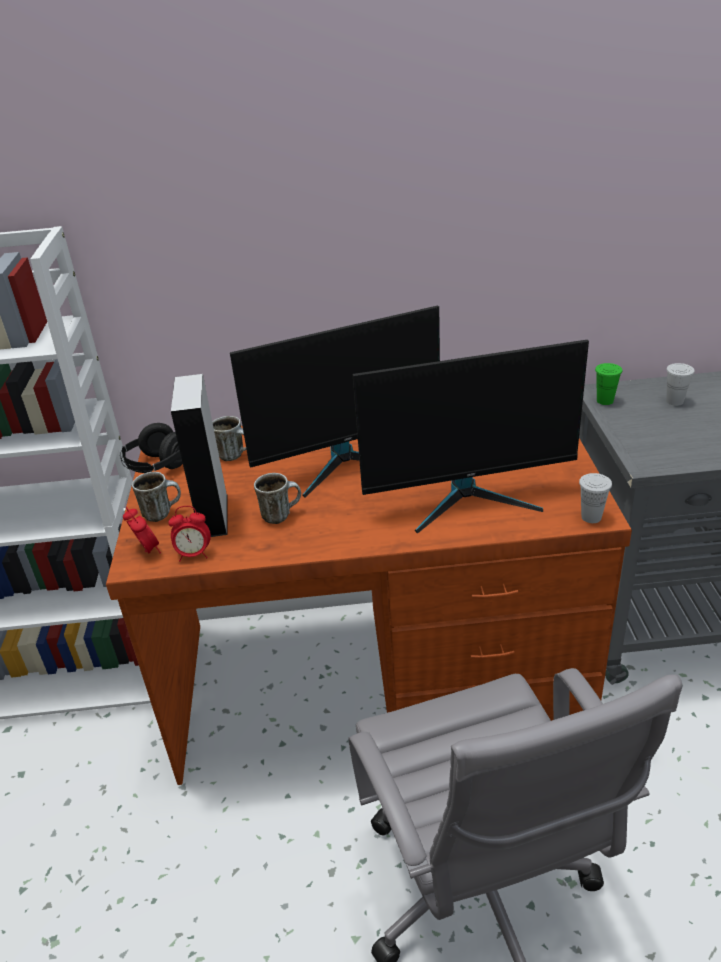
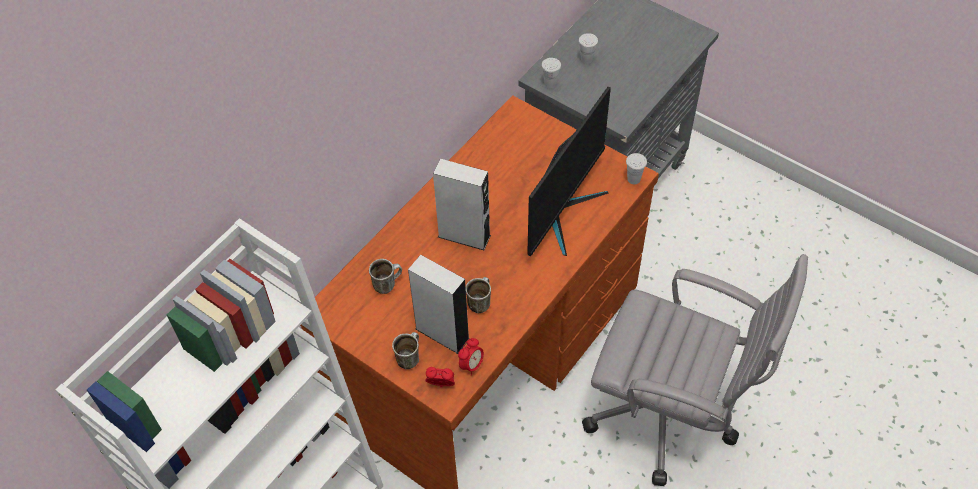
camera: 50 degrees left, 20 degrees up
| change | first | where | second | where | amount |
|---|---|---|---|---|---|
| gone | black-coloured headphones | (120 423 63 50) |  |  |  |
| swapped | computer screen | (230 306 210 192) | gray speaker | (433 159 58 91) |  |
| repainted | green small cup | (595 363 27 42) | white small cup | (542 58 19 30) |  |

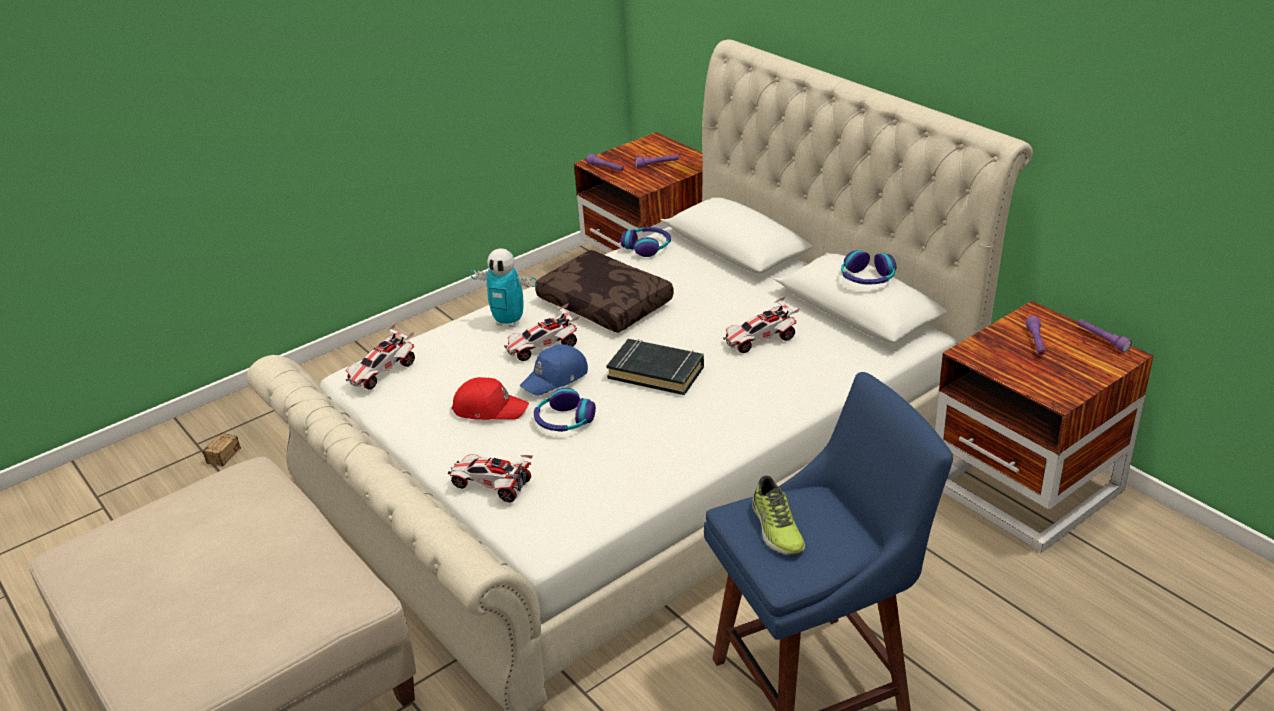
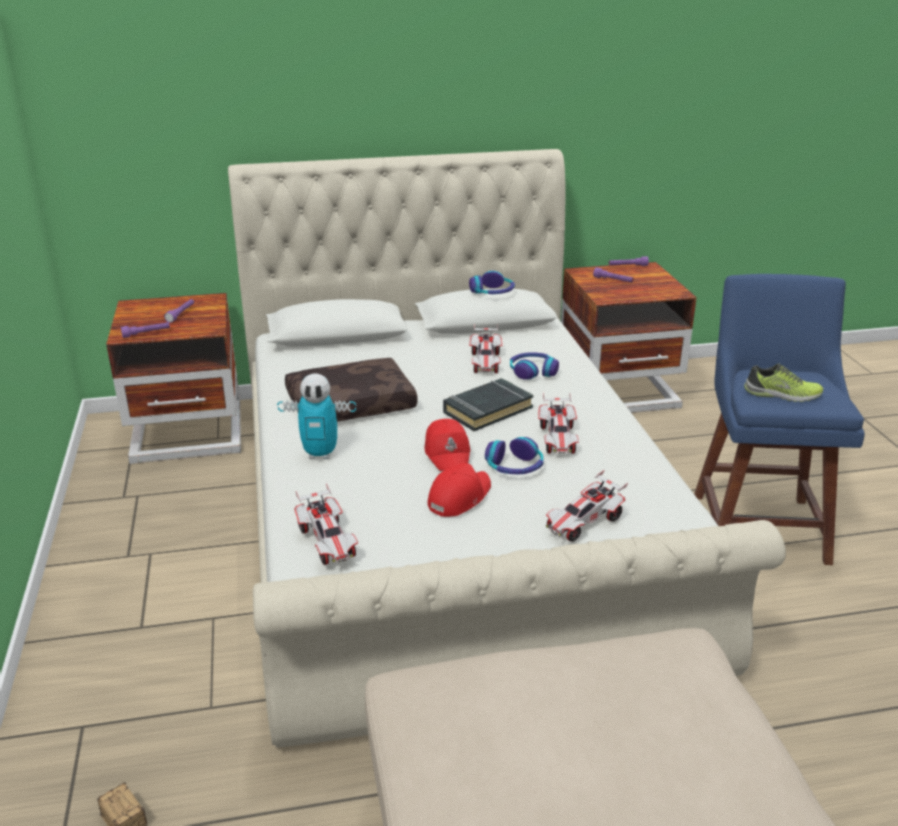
camera: 65 degrees left, 5 degrees down
| change | first | where | second | where | amount |
|---|---|---|---|---|---|
| rotated | robot figure | (470 248 67 79) |  | (277 374 79 85) | 45 degrees clockwise |
| shifted | miniature car | (504 304 75 57) |  | (538 393 41 61) |  |
| repainted | bluish cap | (519 344 69 52) | red cap | (425 419 46 52) |  |
| shifted | headphones | (621 227 50 30) |  | (510 352 49 28) |  |

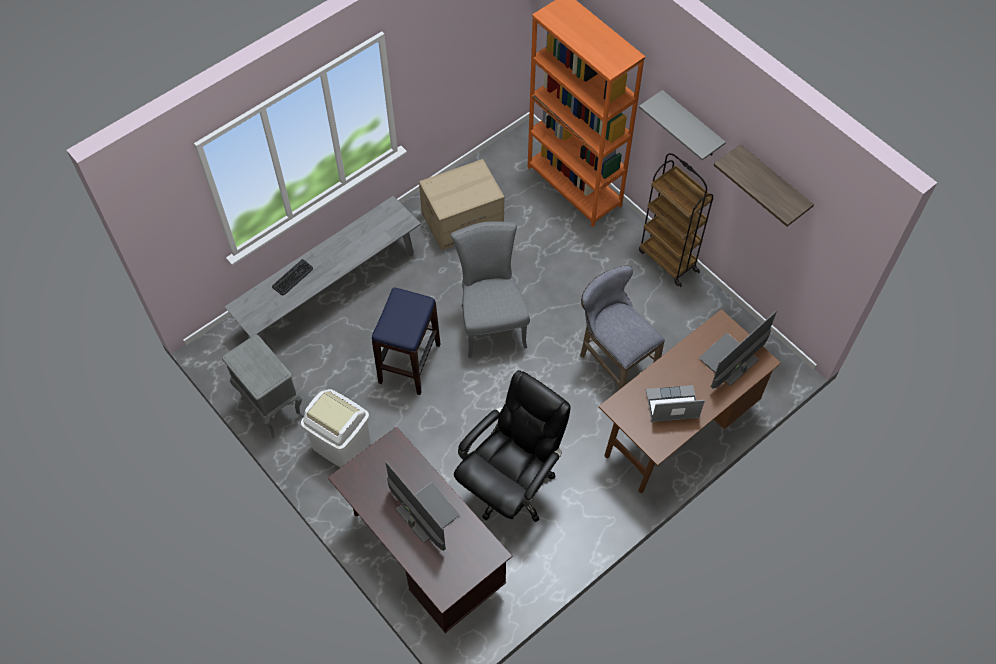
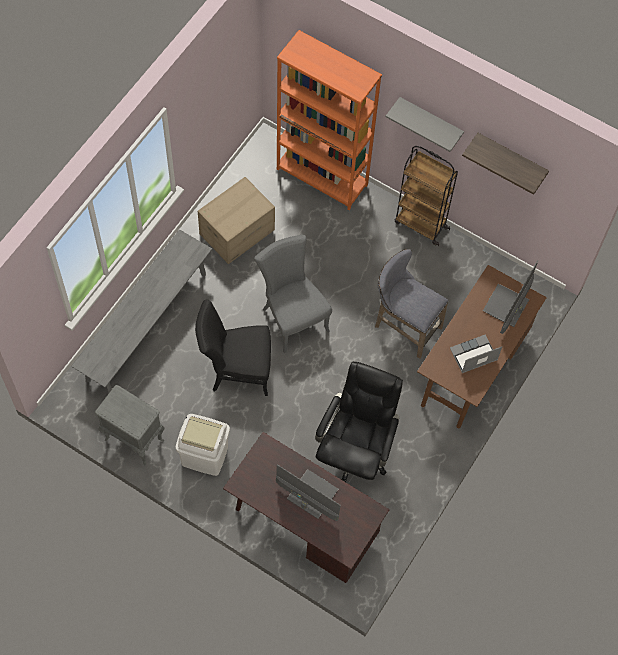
camera: 20 degrees left, 5 degrees up
| change | first | where | second | where | amount |
|---|---|---|---|---|---|
| gone | PC keyboard | (272 259 41 36) |  |  |  |
| swapped | stool seat | (372 288 68 107) | black-coloured upright chair | (195 299 76 97) |  |

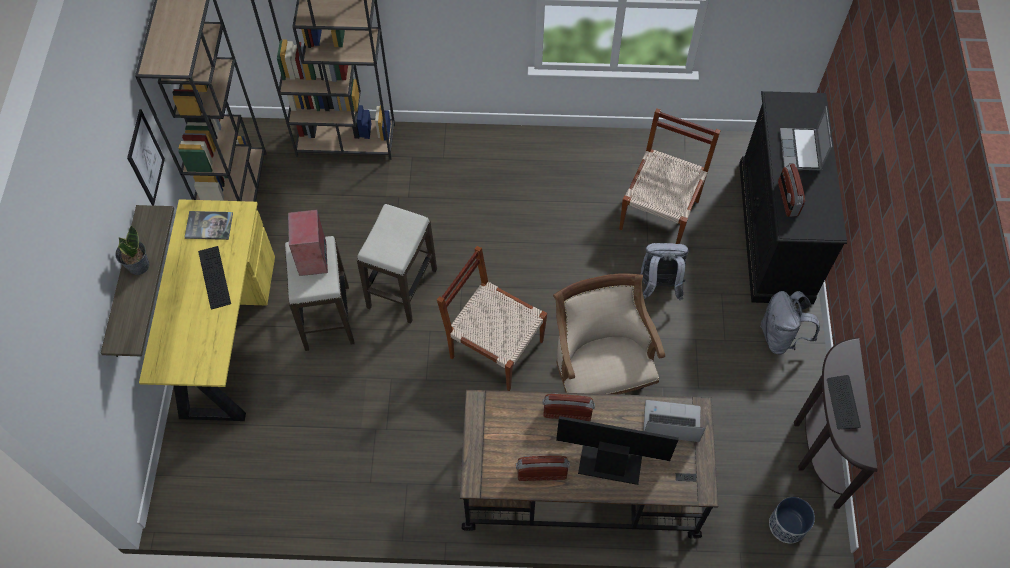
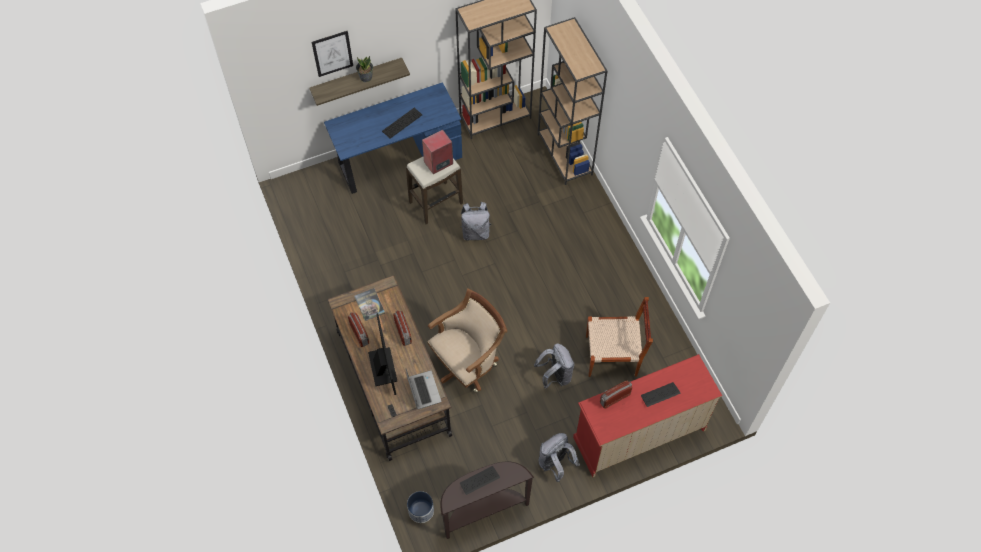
camera: 65 degrees right, 0 degrees up
| change | first | where | second | where | amount |
|---|---|---|---|---|---|
| shifted | wall art | (127 109 38 97) |  | (312 31 41 46) |  |
| repainted | yellow desk table | (139 199 136 222) | bluish desk table | (324 82 138 112) |  |
| shifted | bound book | (184 211 49 29) |  | (354 288 31 33) |  |
| swapped | stool seat | (357 204 80 120) | gray knapsack | (461 202 30 39) |  |
| gone | upright chair | (437 246 110 145) |  |  |  |
| repainted | black-coloured storage cabinet | (739 91 108 213) | red storage cabinet | (573 354 149 123) |  |
| swapped | laptop | (780 106 52 64) | PC keyboard | (641 382 39 25) |  |

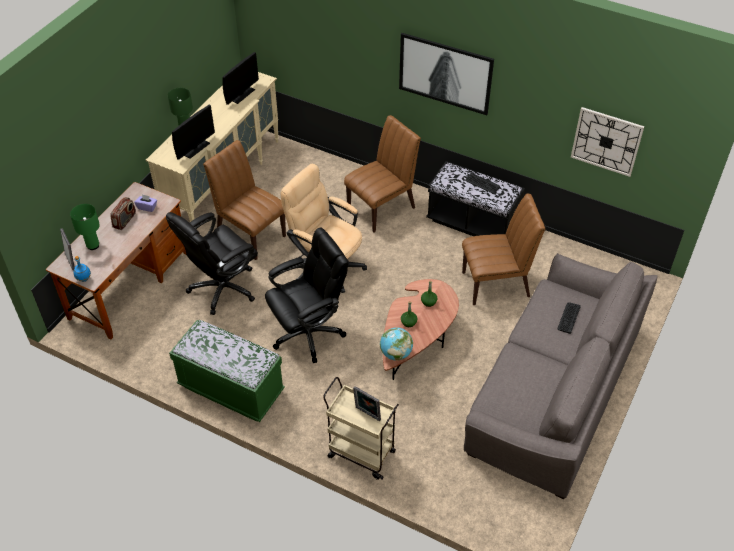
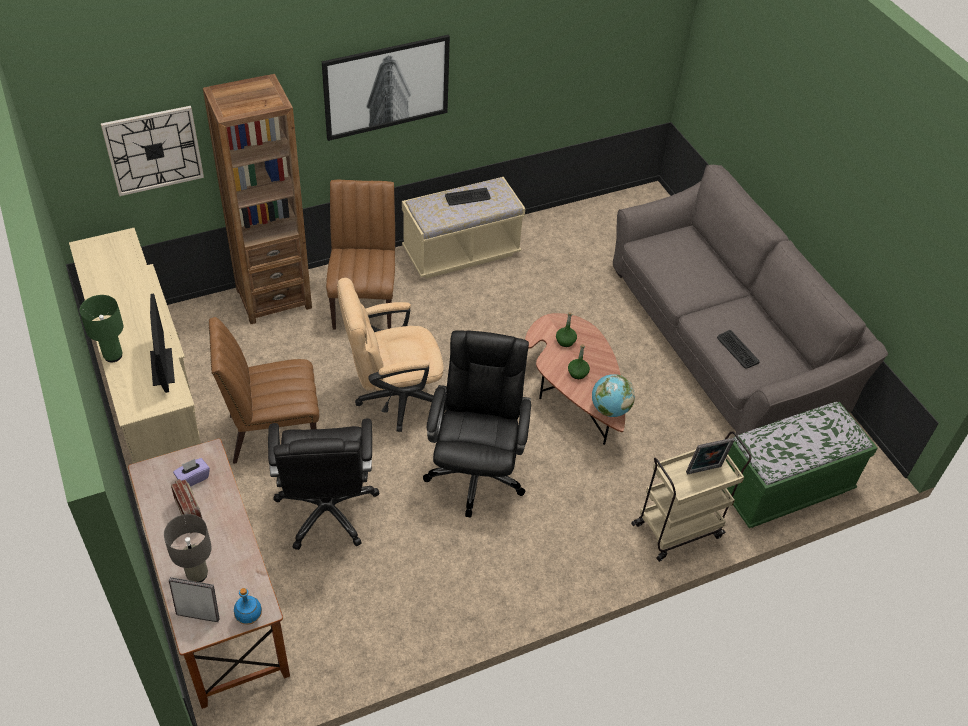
camera: 55 degrees left, 0 degrees up
| change | first | where | second | where | amount |
|---|---|---|---|---|---|
| repainted | green tabletop lamp | (70 204 30 46) | gray tabletop lamp | (164 514 48 68) |  |
| shifted | green bench | (169 320 116 102) |  | (722 402 155 126) |  |
| gone | computer screen | (222 52 37 53) |  |  |  |
| repainted | black-coloured bench | (426 161 99 75) | beige bench | (402 177 123 102) |  |
| gone | brown-coloured upright chair | (462 193 84 112) |  |  |  |
| shifted | PC keyboard | (558 302 23 32) |  | (717 330 43 39) |  |
| shifted | hanging clock | (571 107 73 70) |  | (101 106 103 90) |  |
| new |  |  | brown-coloured bookshelf | (203 74 109 250) |  |

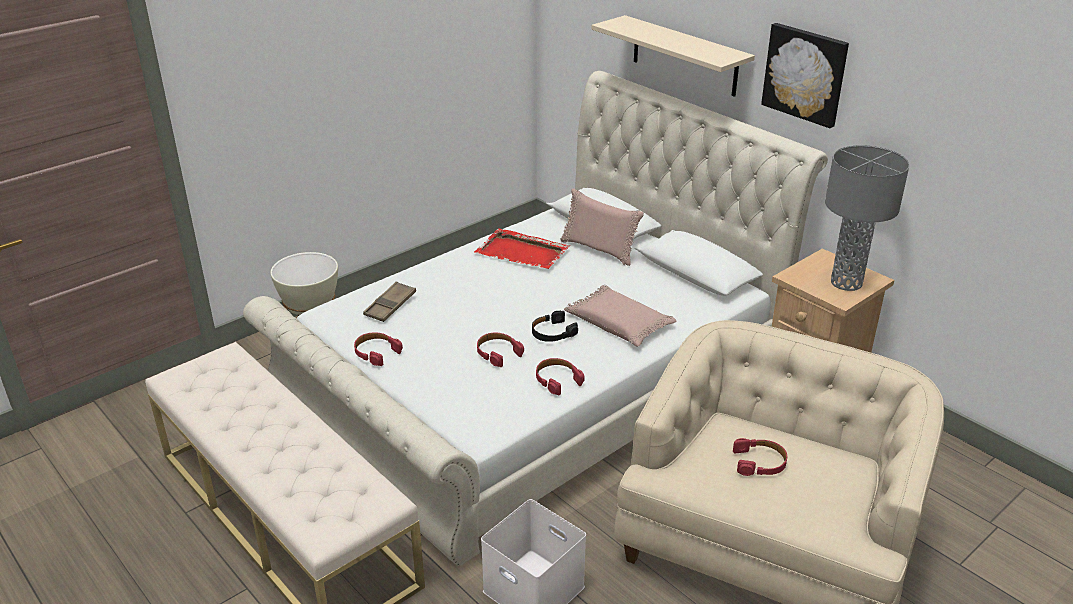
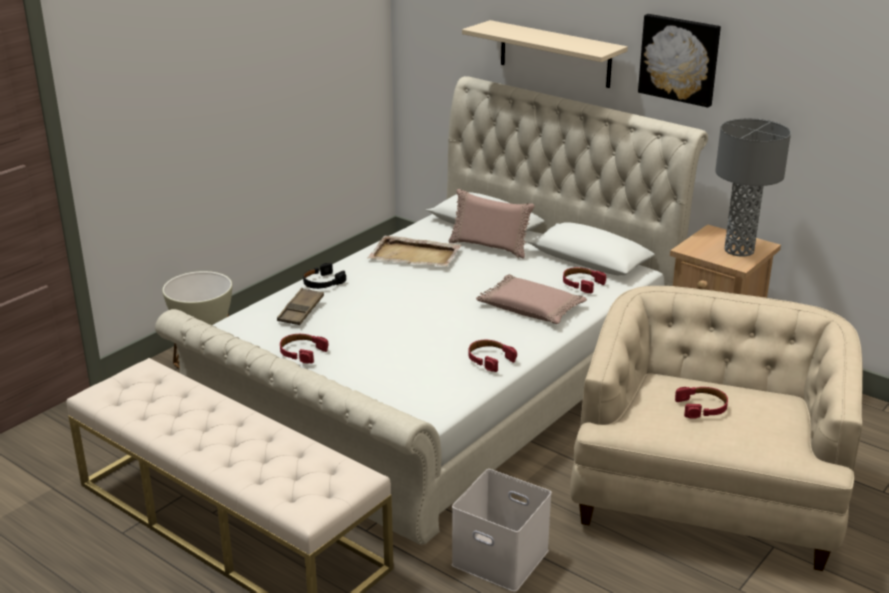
camera: 10 degrees left, 5 degrees down
| change | first | where | second | where | amount |
|---|---|---|---|---|---|
| repainted | red tray | (474 228 96 41) | beige tray | (367 236 94 30) |  |
| shifted | red headphones | (477 333 47 34) |  | (563 267 43 26) |  |
| shifted | black-coloured headphones | (532 311 46 31) |  | (303 263 43 26) |  |

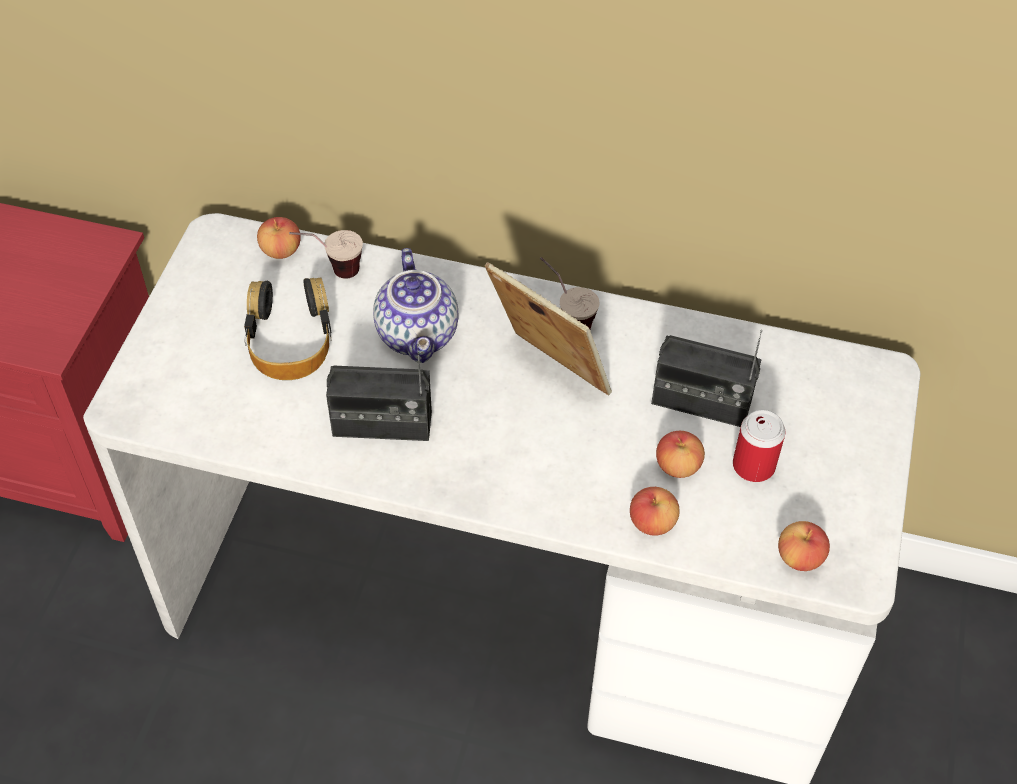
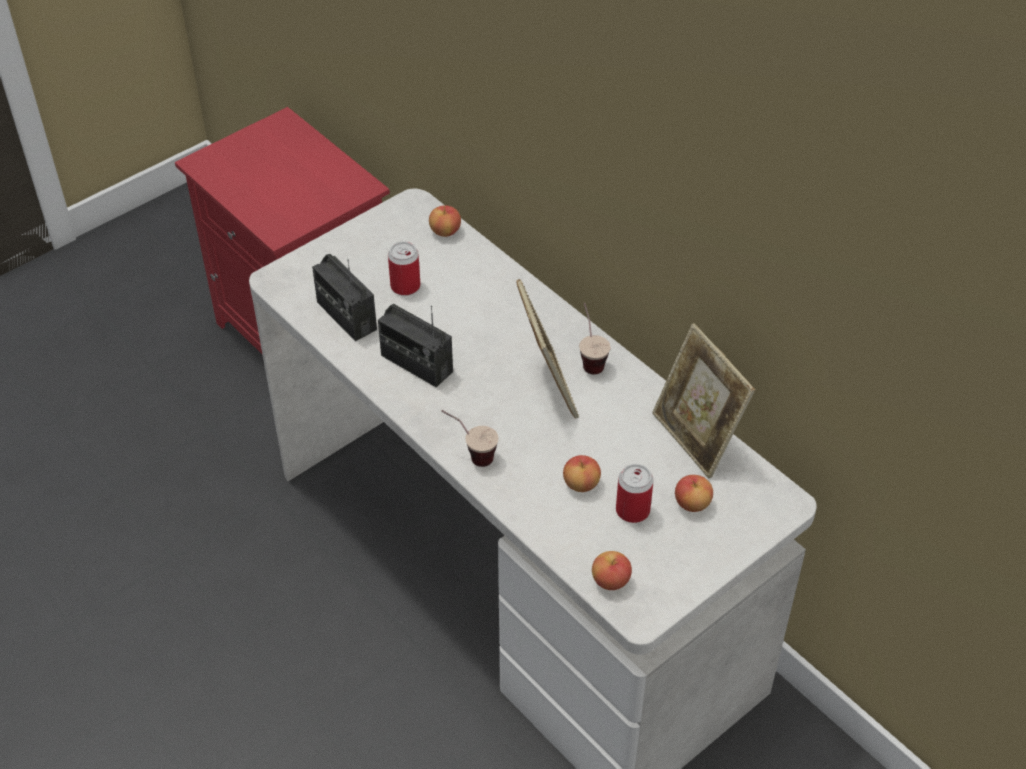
camera: 35 degrees right, 5 degrees down
| change | first | where | second | where | amount |
|---|---|---|---|---|---|
| swapped | headphones | (244 278 88 102) | sealed can | (388 242 32 54) |  |
| shifted | small cup | (289 230 74 49) |  | (441 410 58 57) |  |
| gone | pot for tea | (373 248 86 115) |  |  |  |
| shifted | whole apple | (630 487 50 49) |  | (675 475 38 37) |  |
| shifted | radio | (651 330 111 97) |  | (312 254 65 87) |  |
| new |  |  | standing frame | (652 323 103 156) |  |

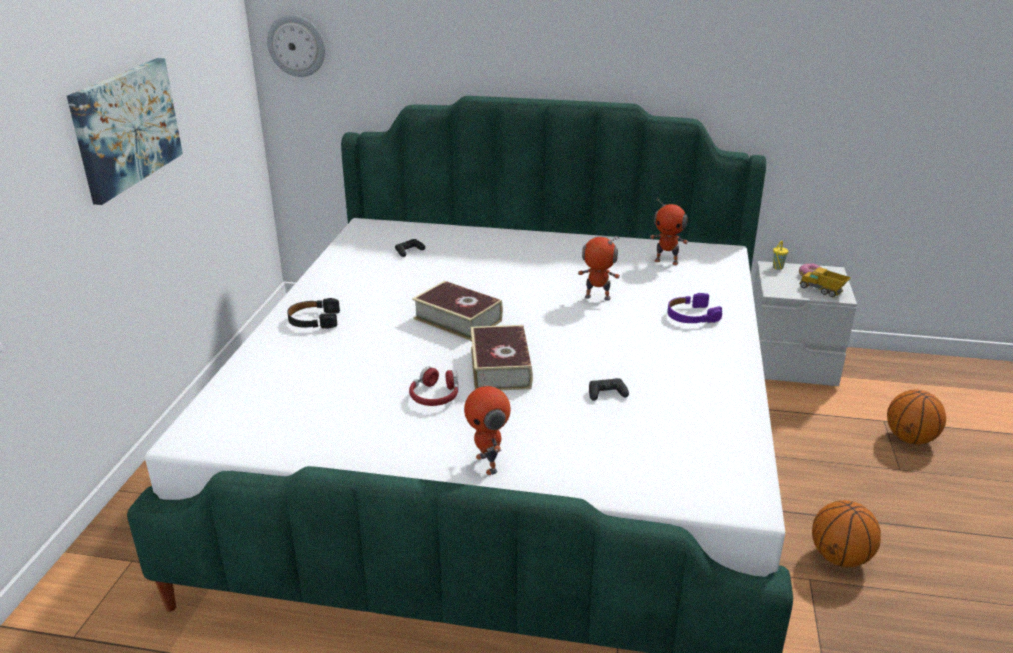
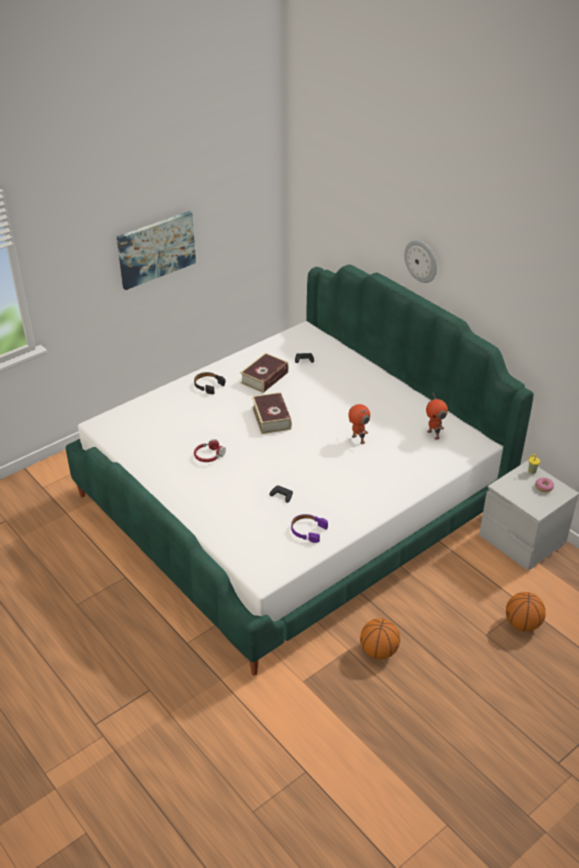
camera: 40 degrees right, 10 degrees up
| change | first | where | second | where | amount |
|---|---|---|---|---|---|
| shifted | hanging clock | (267 15 58 62) |  | (404 240 33 43) |  |
| gone | robot figure | (464 371 47 104) |  |  |  |
| shifted | bound book | (471 325 62 65) |  | (240 353 49 40) |  |
| shifted | purple headphones | (667 293 55 30) |  | (291 514 37 29) |  |
| gone | toy truck | (799 267 52 30) |  |  |  |

